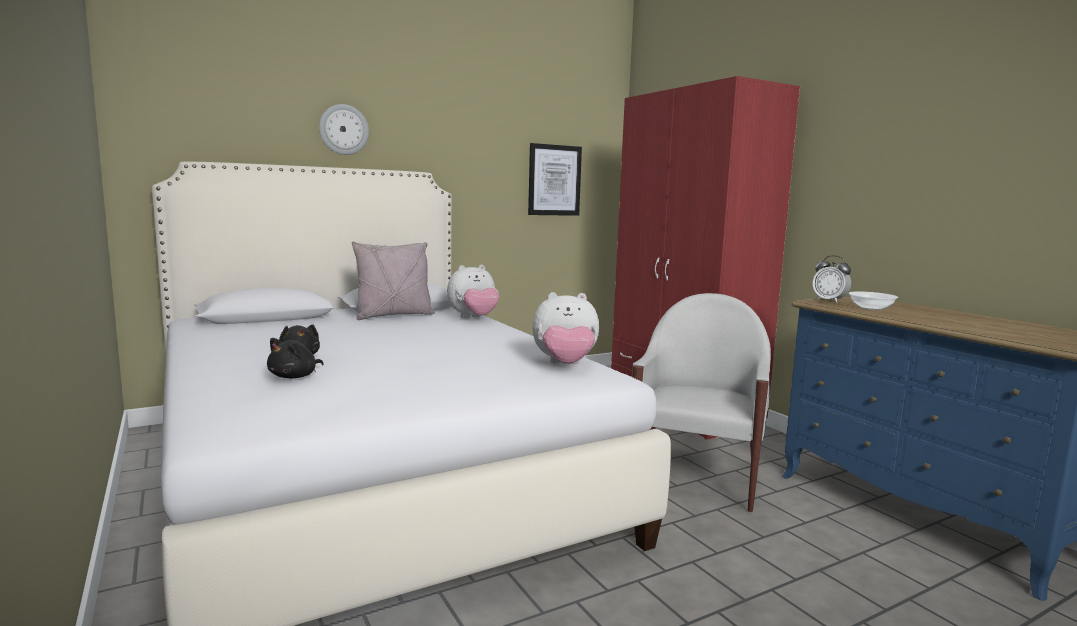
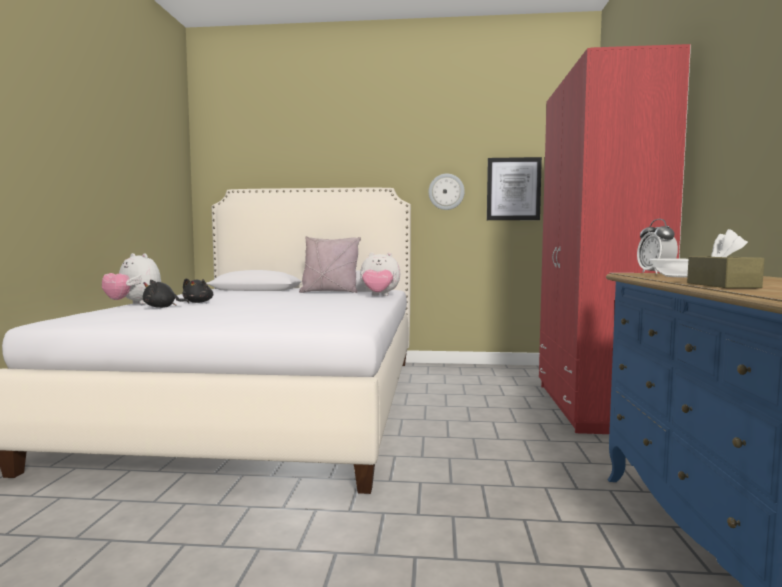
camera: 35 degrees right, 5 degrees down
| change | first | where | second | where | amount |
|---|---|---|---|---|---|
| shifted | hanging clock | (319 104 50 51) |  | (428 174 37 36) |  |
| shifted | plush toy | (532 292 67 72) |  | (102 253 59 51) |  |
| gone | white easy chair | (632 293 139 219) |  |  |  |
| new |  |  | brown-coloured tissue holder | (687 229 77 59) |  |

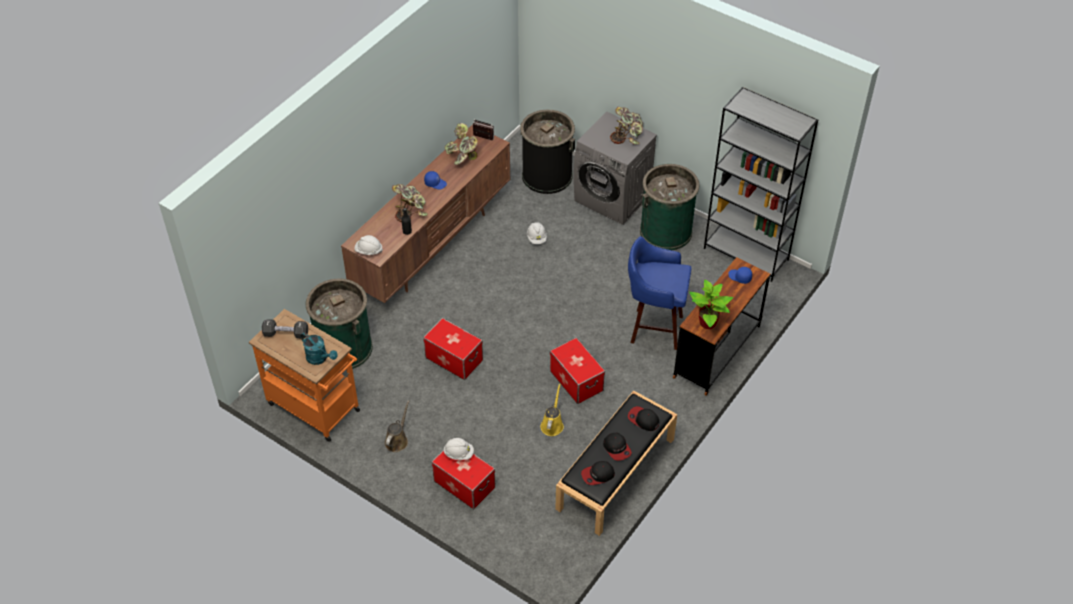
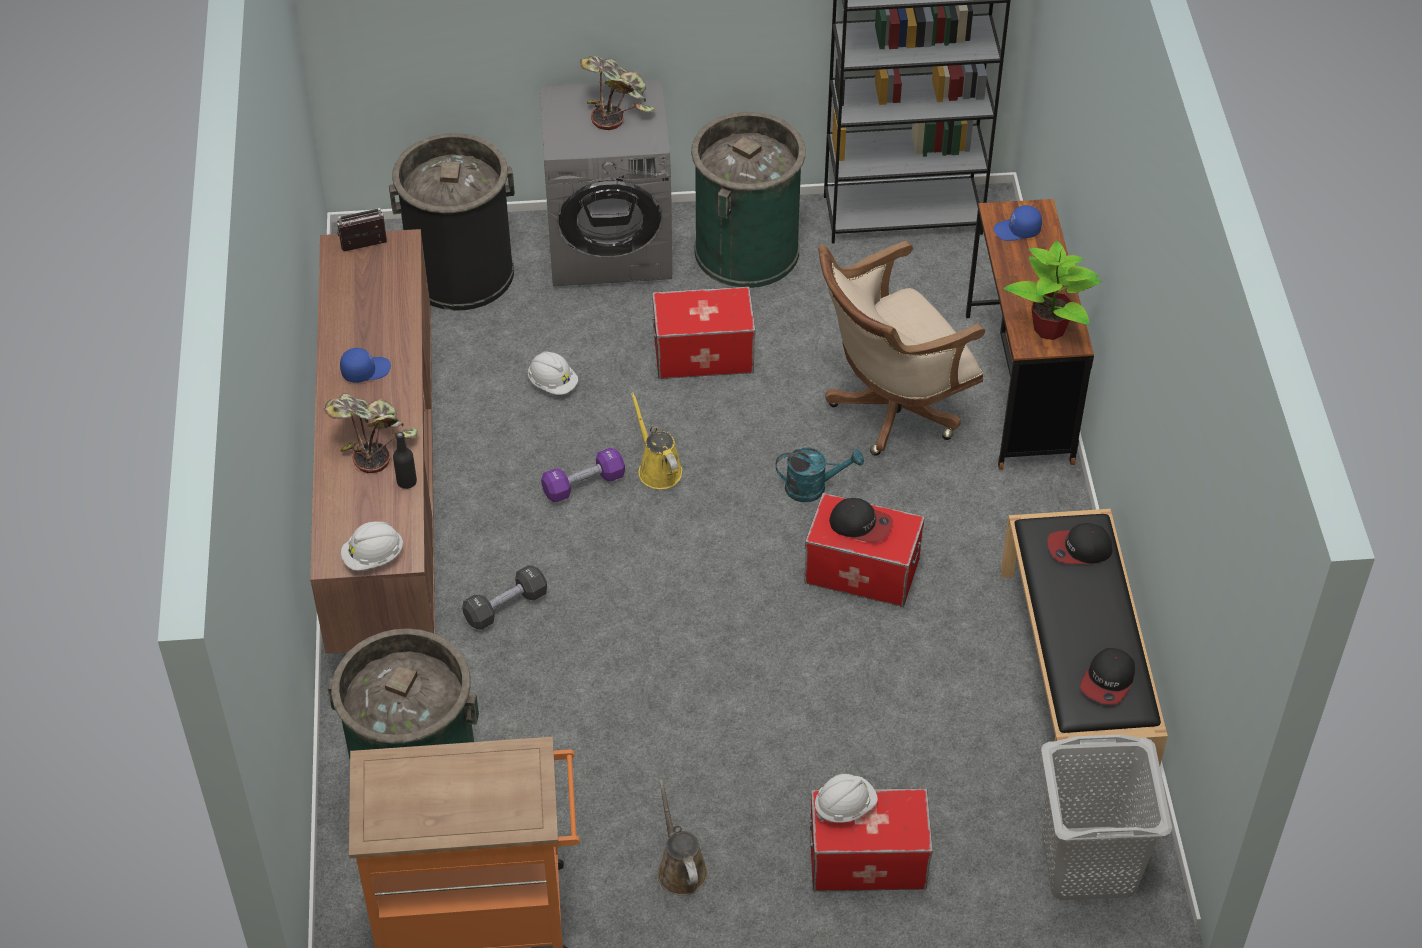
camera: 40 degrees left, 0 degrees up
| change | first | where | second | where | amount |
|---|---|---|---|---|---|
| shifted | black-coloured dumbbell | (262 319 46 19) |  | (462 565 85 65) |  |
| shifted | blue-green watering can | (301 332 37 33) |  | (776 448 88 54) |  |
| shifted | storage bin | (423 318 60 62) |  | (652 287 103 92) |  |
| gone | potted plant | (445 123 33 43) |  |  |  |
| shifted | yellow watering can | (541 384 23 52) |  | (631 392 51 97) |  |
| shifted | cap | (603 433 29 28) |  | (829 498 64 45) |  |
| swapped | bluish stool seat | (628 236 63 114) | office chair | (818 241 167 215) |  |
| new |  |  | purple dumbbell | (541 448 84 54) |  |
| new |  |  | gray washing basket | (1041 735 131 165) |  |

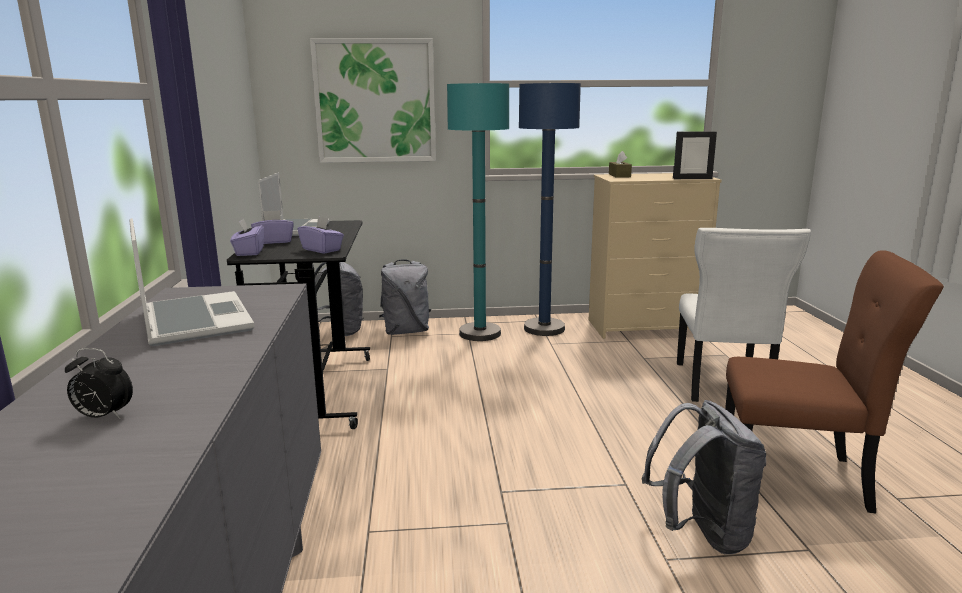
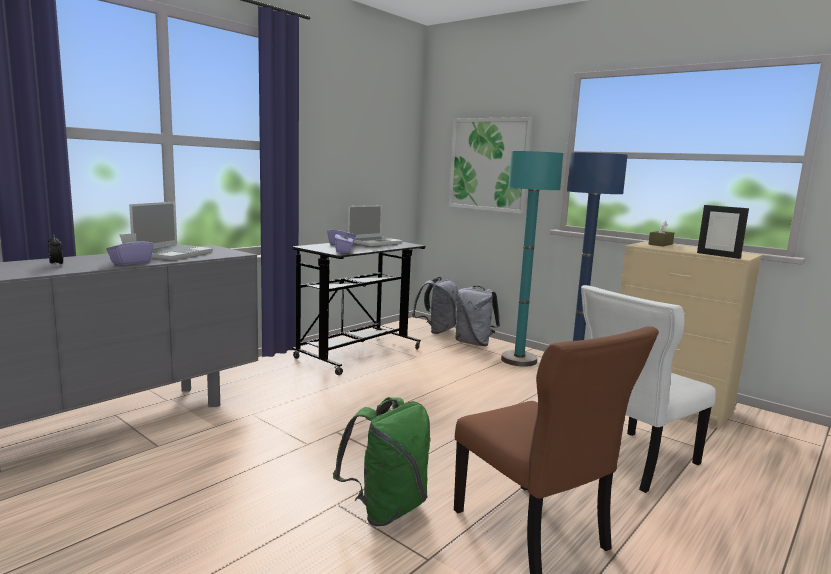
camera: 45 degrees right, 5 degrees down
| change | first | where | second | where | amount |
|---|---|---|---|---|---|
| shifted | purple tissue holder | (230 218 34 38) |  | (106 233 48 32) |  |
| repainted | gray knapsack | (642 400 124 155) | green knapsack | (333 397 98 129) |  |

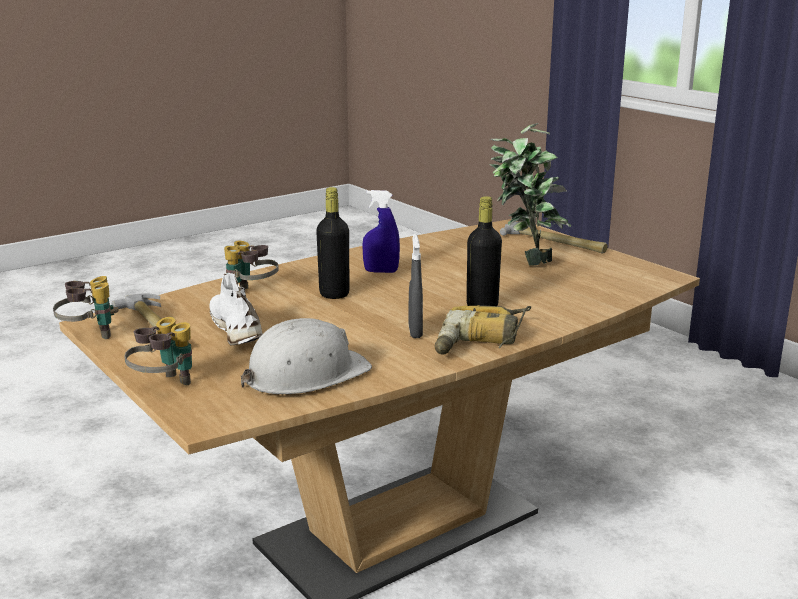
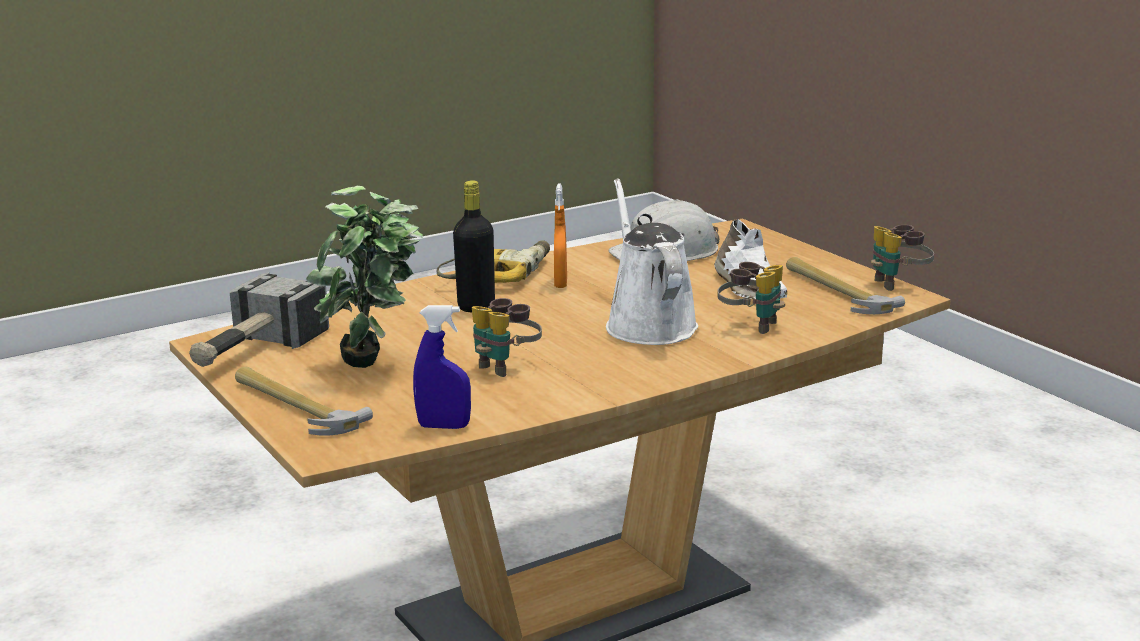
camera: 175 degrees left, 0 degrees up
| change | first | where | second | where | amount |
|---|---|---|---|---|---|
| shifted | field glasses | (124 317 68 68) |  | (472 298 70 79) |  |
| swapped | black-coloured bottle | (316 187 33 112) | white watering can | (606 178 92 167) |  |
| shifted | bluish hand sprayer | (362 190 38 83) |  | (413 305 58 124) |  |
| repainted | gray hand sprayer | (408 234 15 104) | orange-coloured hand sprayer | (554 184 13 104) |  |
| new |  |  | hammer | (189 272 140 95) |  |

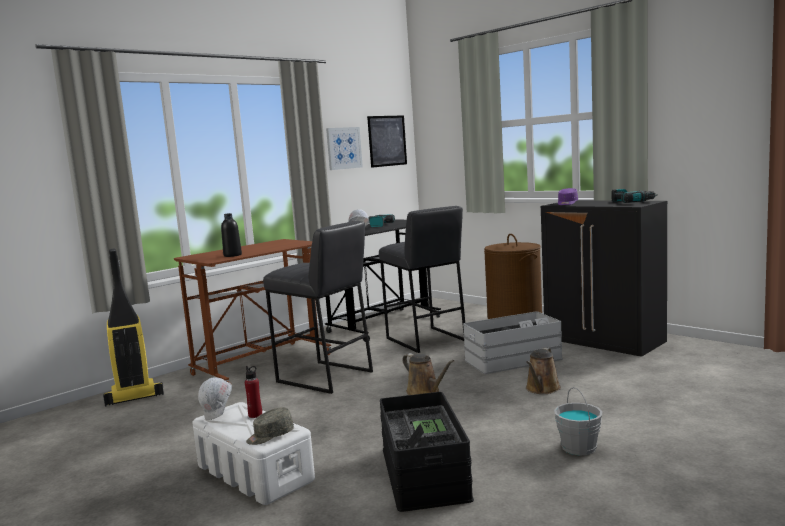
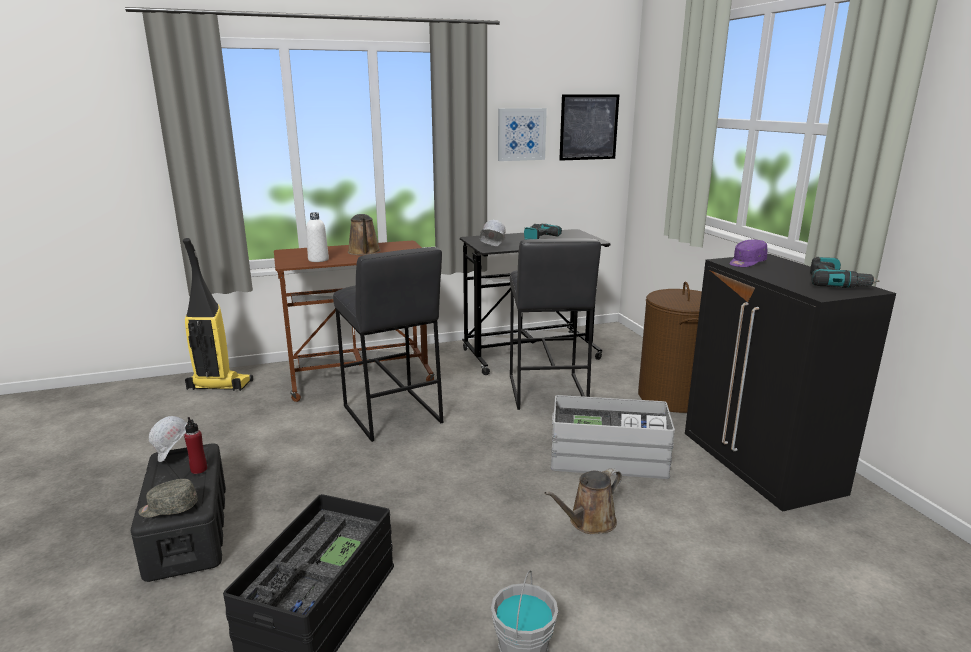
camera: 25 degrees right, 10 degrees up
| change | first | where | second | where | amount |
|---|---|---|---|---|---|
| repainted | white storage bin | (193 402 122 103) | black-coloured storage bin | (131 443 95 139) |  |
| repainted | black-coloured bottle | (221 213 21 44) | white bottle | (306 212 23 50) |  |
| shifted | brown-coloured watering can | (402 353 52 42) |  | (348 214 33 41) |  |

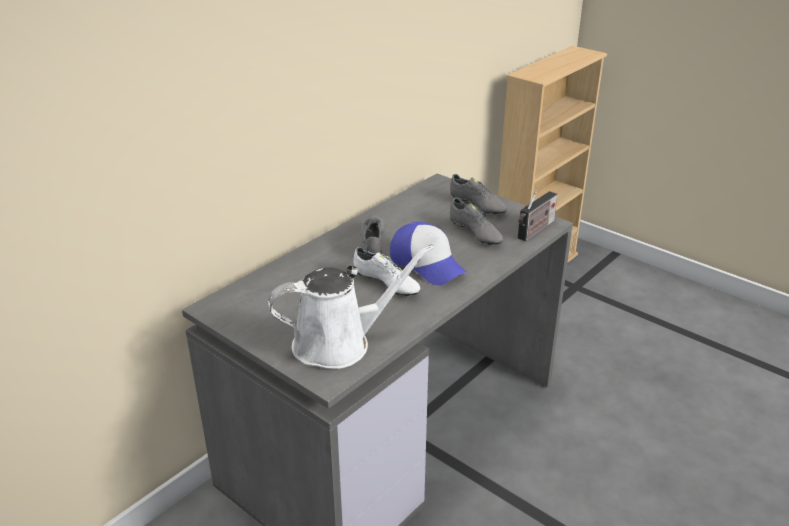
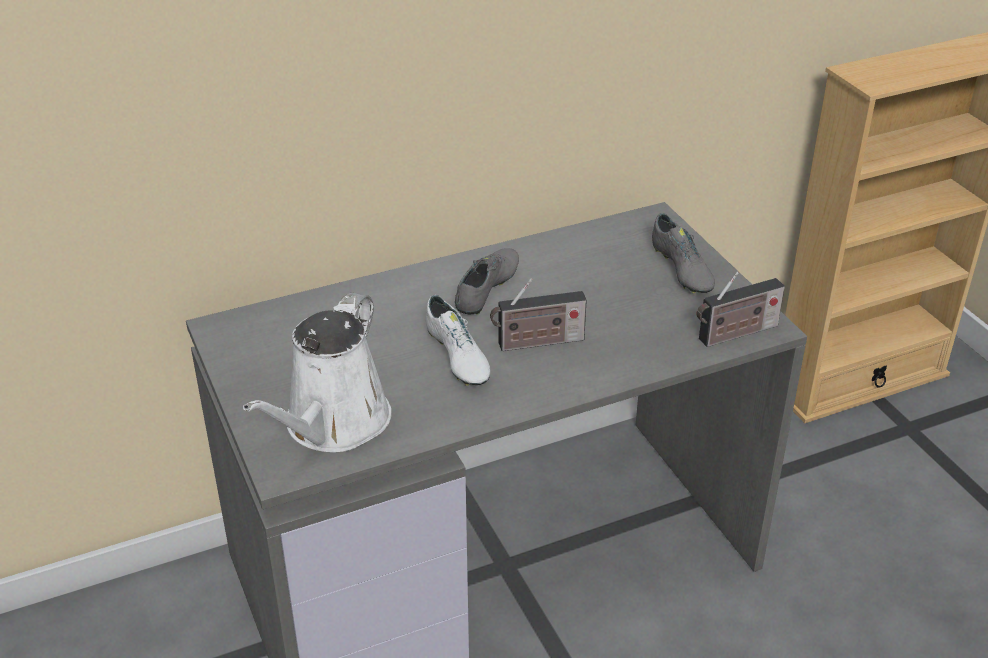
camera: 25 degrees right, 5 degrees up
| change | first | where | second | where | amount |
|---|---|---|---|---|---|
| rotated | white watering can | (268 244 166 125) |  | (243 293 148 160) | 105 degrees clockwise |
| swapped | cap | (390 222 77 63) | radio | (490 278 97 73) |  |
| gone | gray item of footwear | (450 198 53 48) |  |  |  |

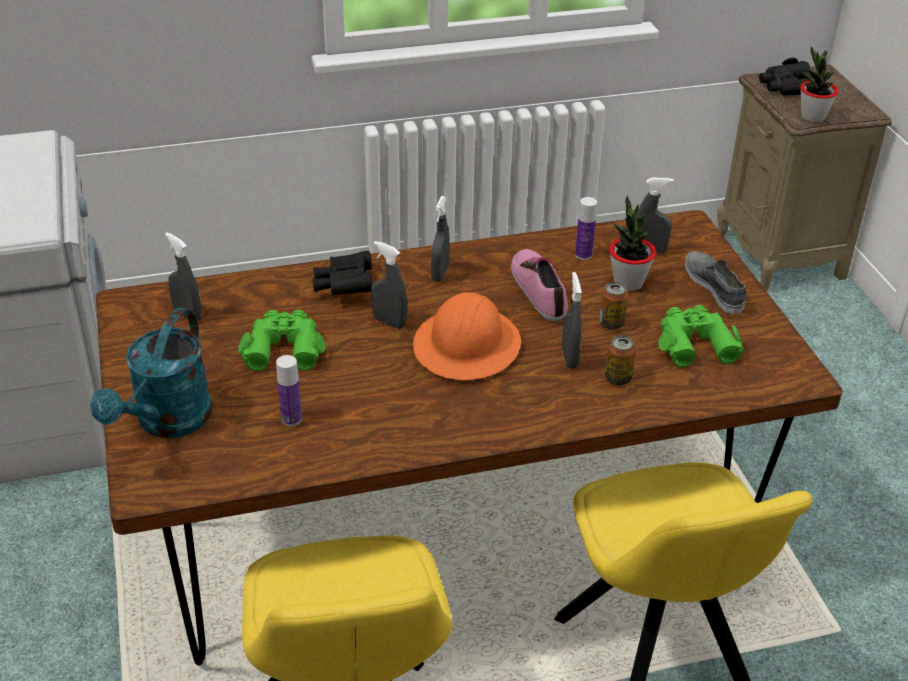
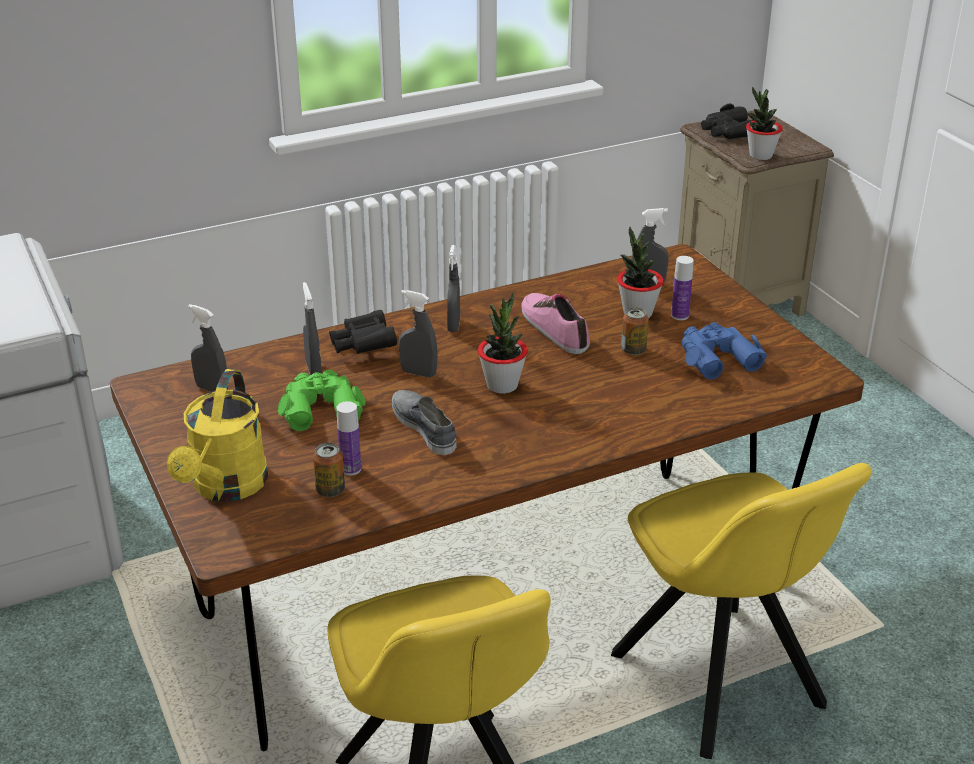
camera: 10 degrees left, 5 degrees down
| change | first | where | second | where | amount |
|---|---|---|---|---|---|
| repainted | blue-green watering can | (90 308 123 130) | yellow watering can | (167 369 102 133) |  |
| swapped | orange-coloured hard hat | (413 292 108 88) | potted plant | (478 292 50 102) |  |
| shifted | gray hand sprayer | (562 272 20 97) |  | (303 282 19 93) |  |
| shifted | bottle | (575 197 22 63) |  | (671 256 23 64) |  |
| shifted | sealed can | (605 335 31 50) |  | (313 443 32 54) |  |
| repainted | green field glasses | (659 305 85 63) | bluish field glasses | (681 322 86 58) |  |
| shifted | gray item of footwear | (685 251 62 63) |  | (392 390 65 65) |  |

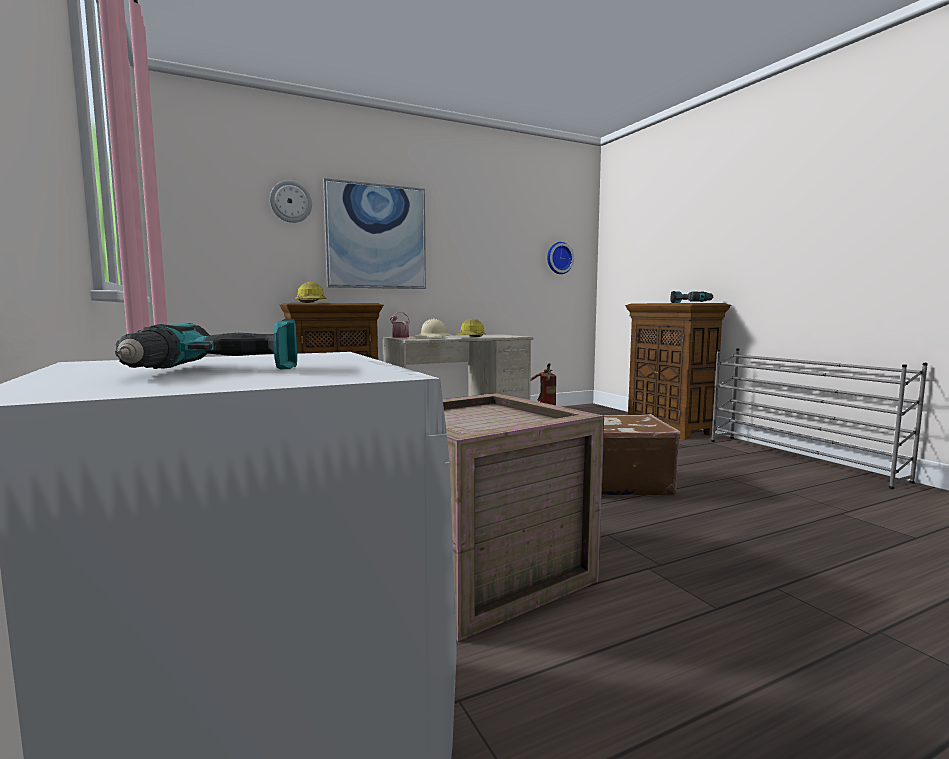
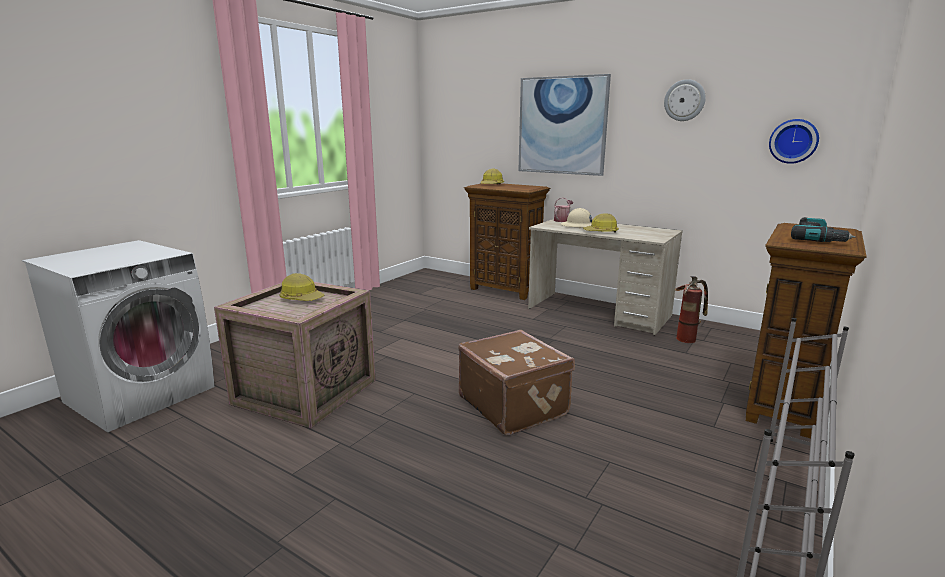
camera: 60 degrees right, 10 degrees up
| change | first | where | second | where | amount |
|---|---|---|---|---|---|
| gone | electric drill | (115 319 182 50) |  |  |  |
| shifted | hanging clock | (270 180 42 43) |  | (664 79 42 42) |  |
| new |  |  | hard hat | (280 273 44 28) |  |

